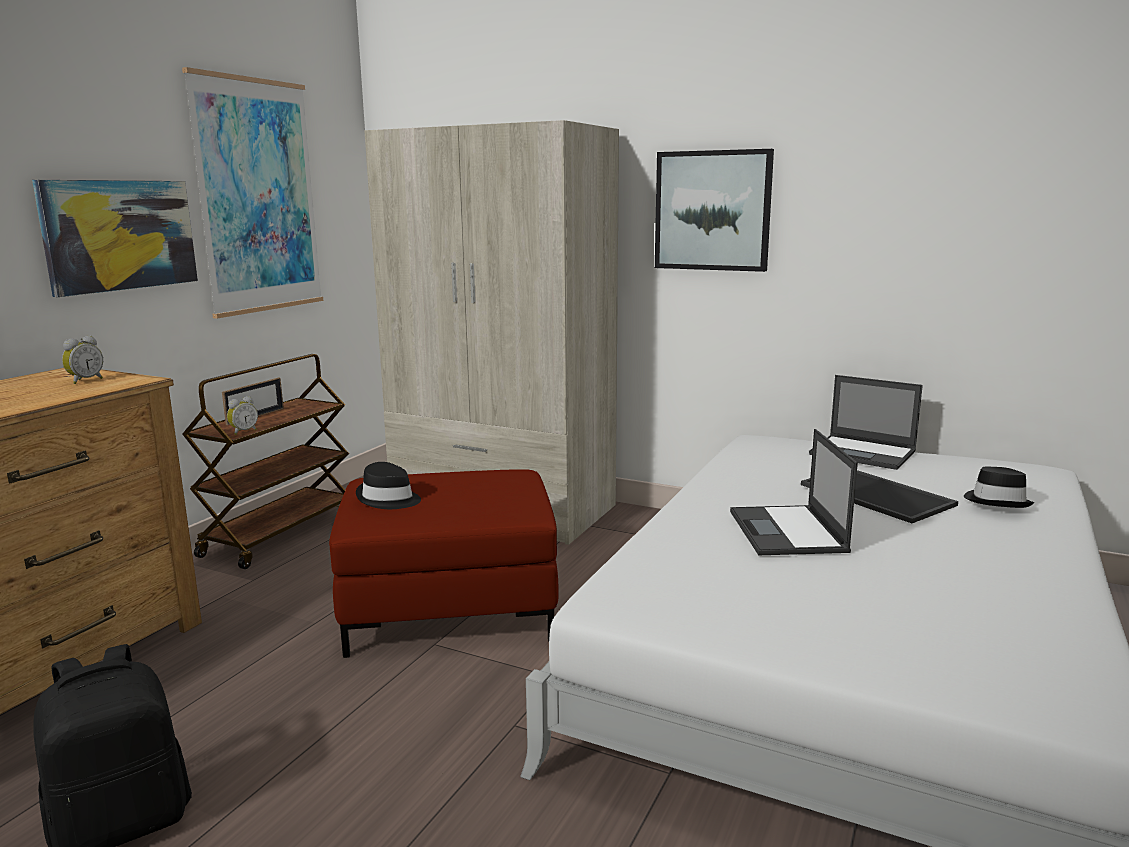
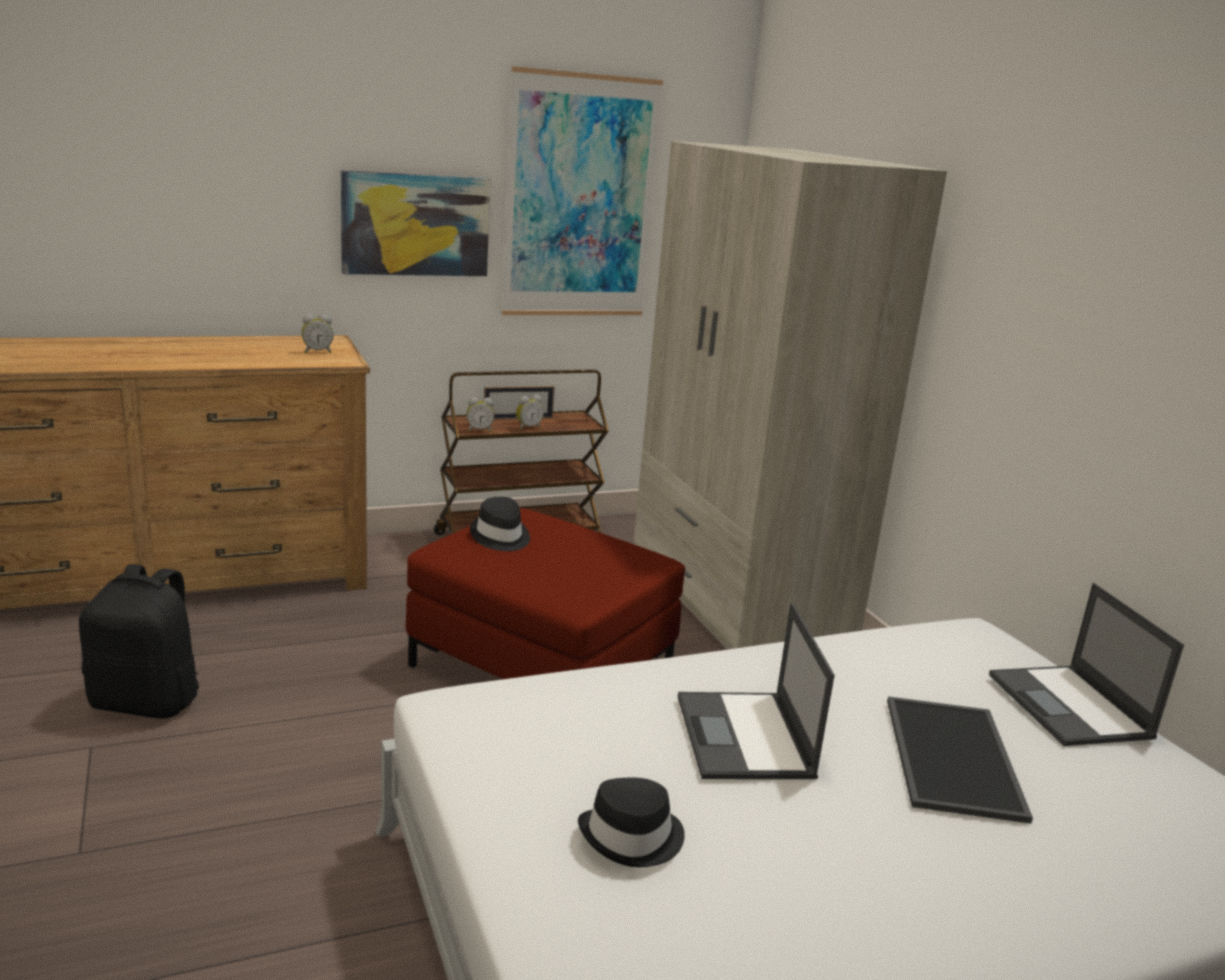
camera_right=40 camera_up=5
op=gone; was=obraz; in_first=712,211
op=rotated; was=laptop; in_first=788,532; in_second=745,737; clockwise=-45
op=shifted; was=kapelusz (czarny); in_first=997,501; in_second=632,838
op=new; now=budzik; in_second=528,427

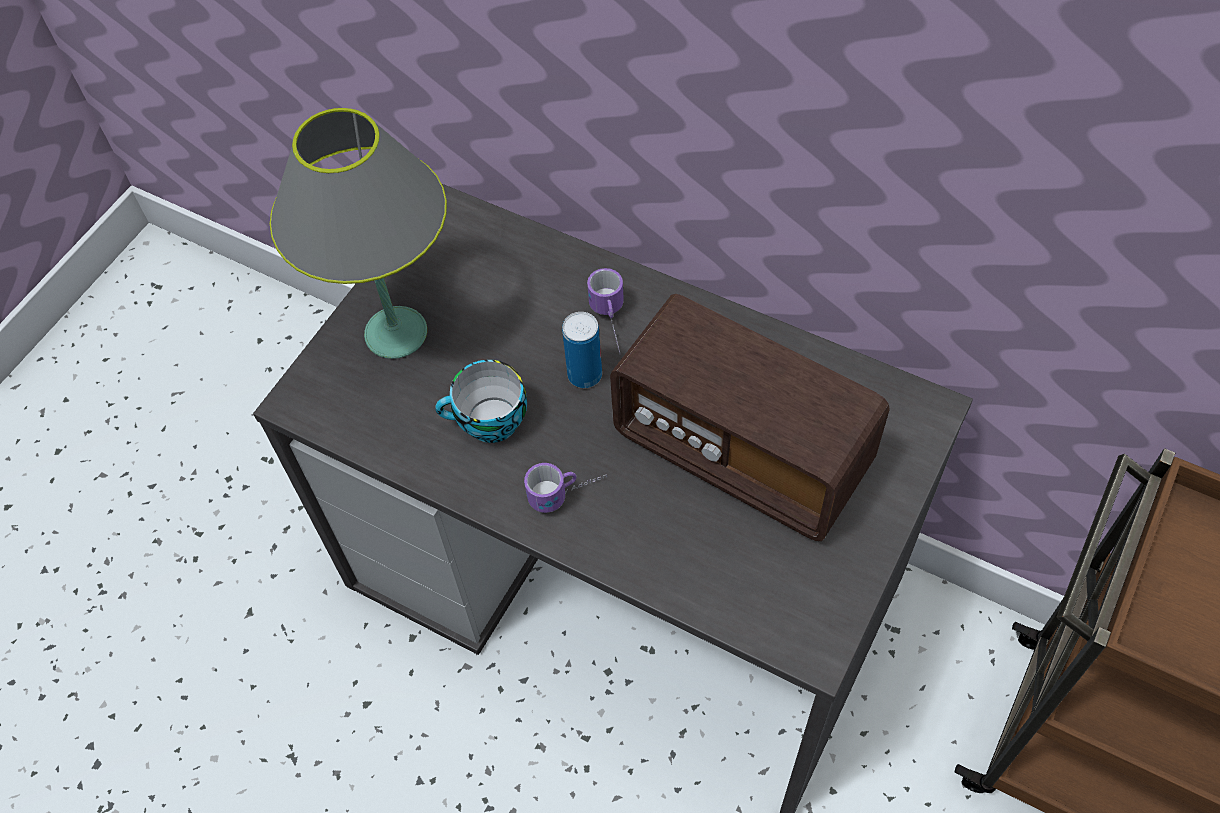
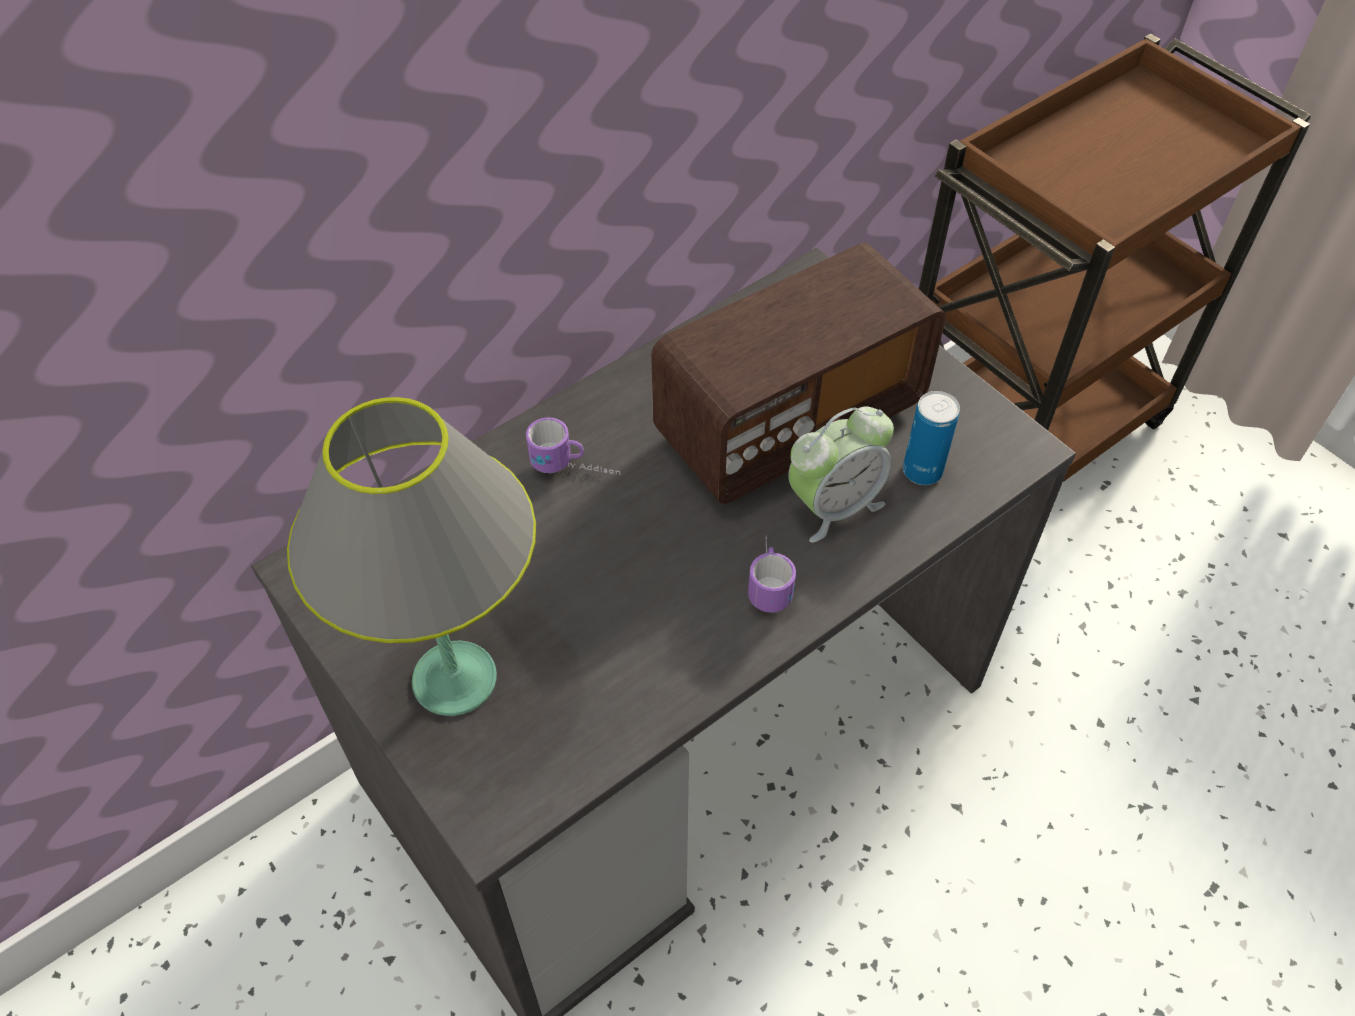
camera_right=-70 camera_up=-5
op=shifted; was=puszka; in_first=585,375; in_second=922,471
op=gone; was=filiżanka; in_first=489,423
op=new; now=budzik; in_second=834,506

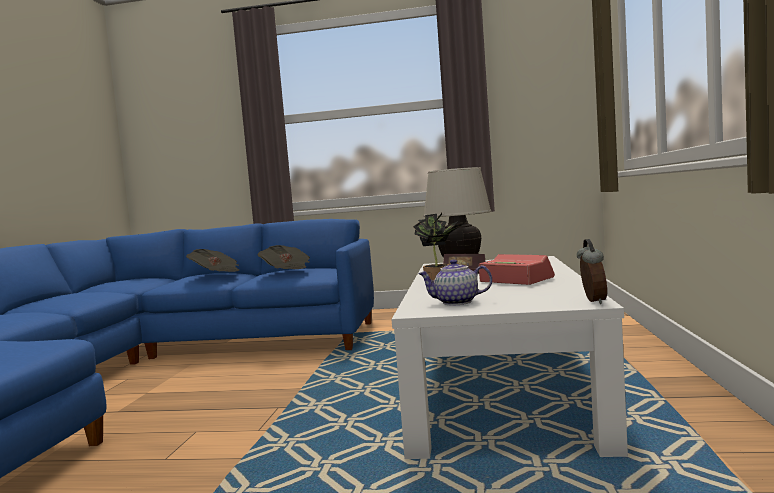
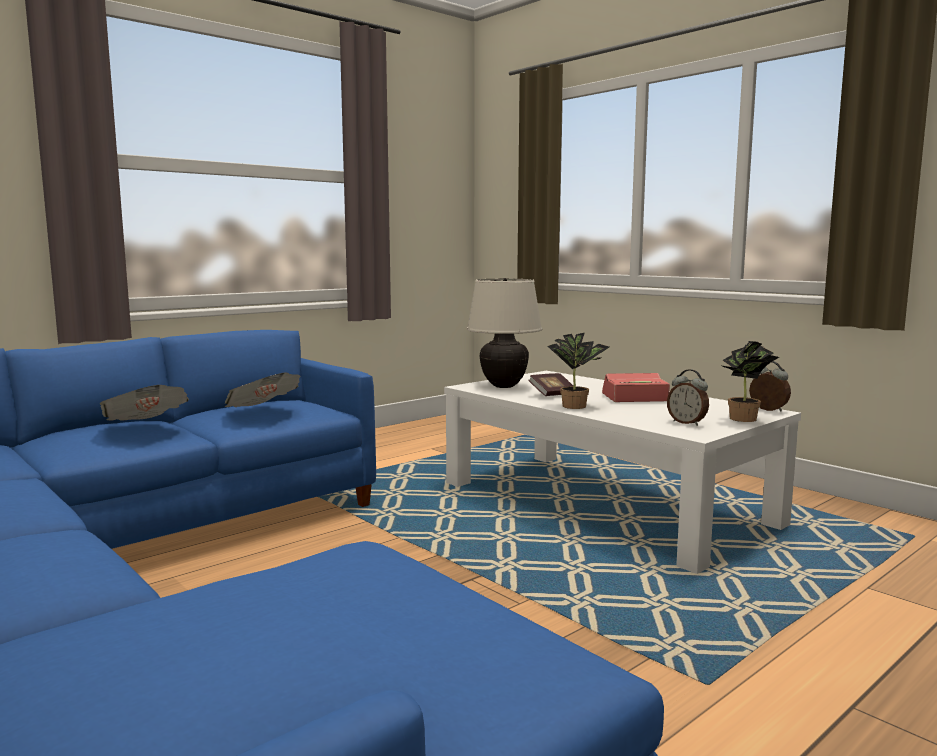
camera_right=-50 camera_up=5
op=swapped; was=imbryk; now=budzik; in_first=456,302; in_second=687,423
op=new; now=roślina doniczkowa; in_second=745,420

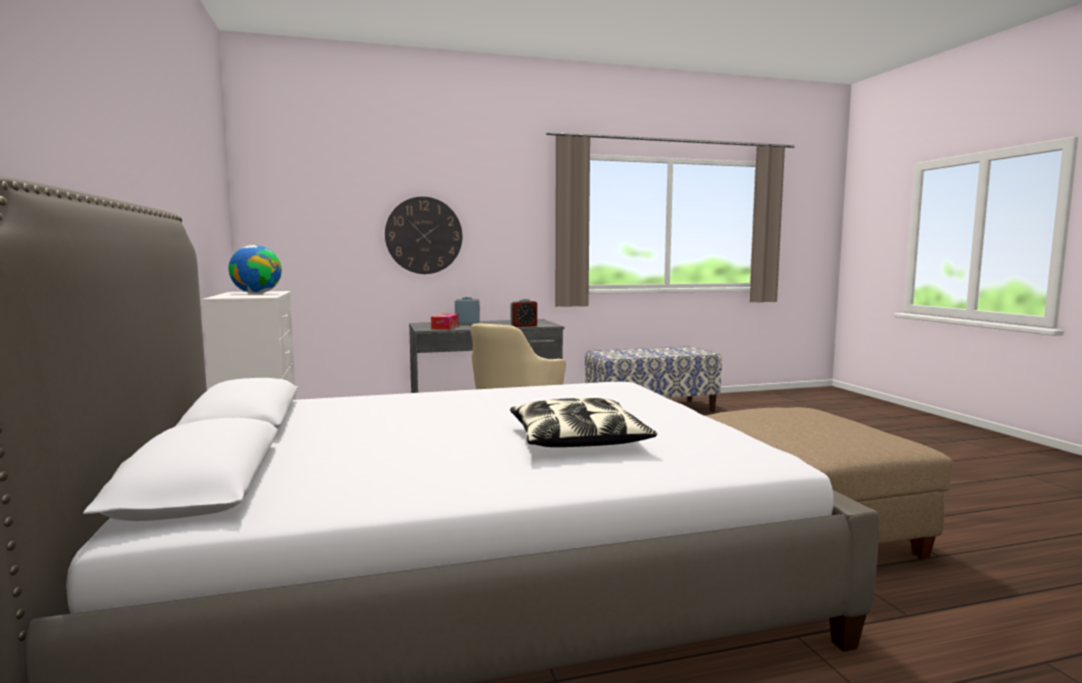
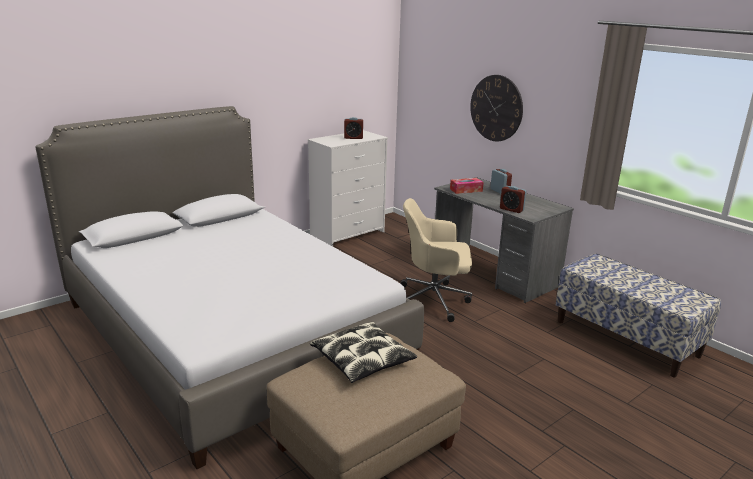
camera_right=65 camera_up=15
op=swapped; was=globus; now=budzik; in_first=257,293; in_second=353,138
op=shifted; was=poduszka; in_first=577,439; in_second=362,360

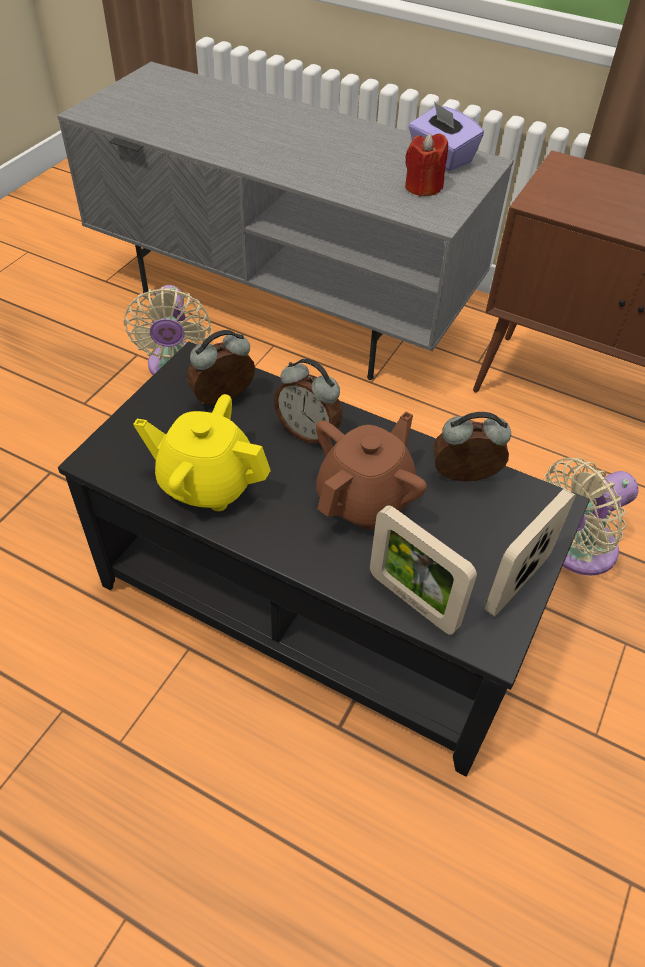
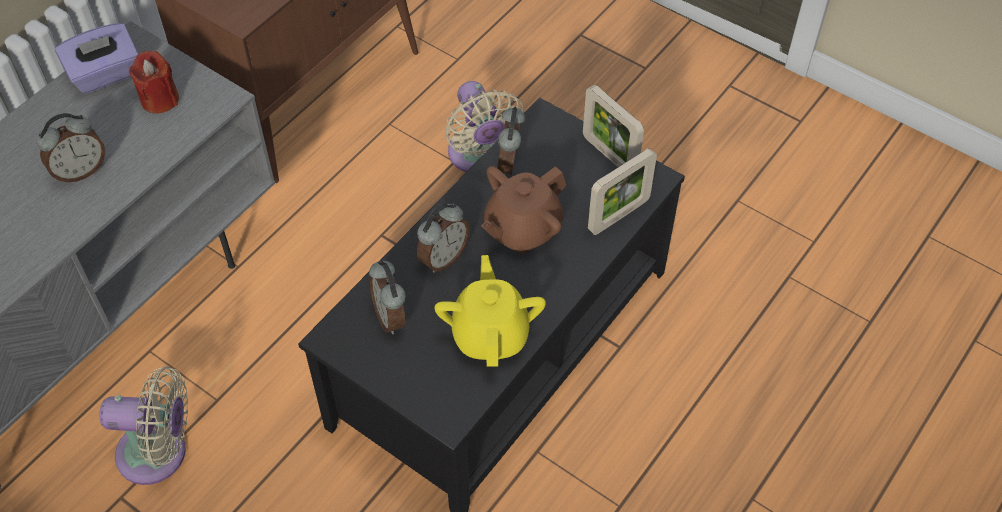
camera_right=-80 camera_up=5
op=rotated; was=imbryk (żółty); in_first=207,483; in_second=490,334; clockwise=150
op=rotated; was=imbryk (brązowy); in_first=365,498; in_second=522,229; clockwise=-90
op=new; now=budzik; in_second=80,171

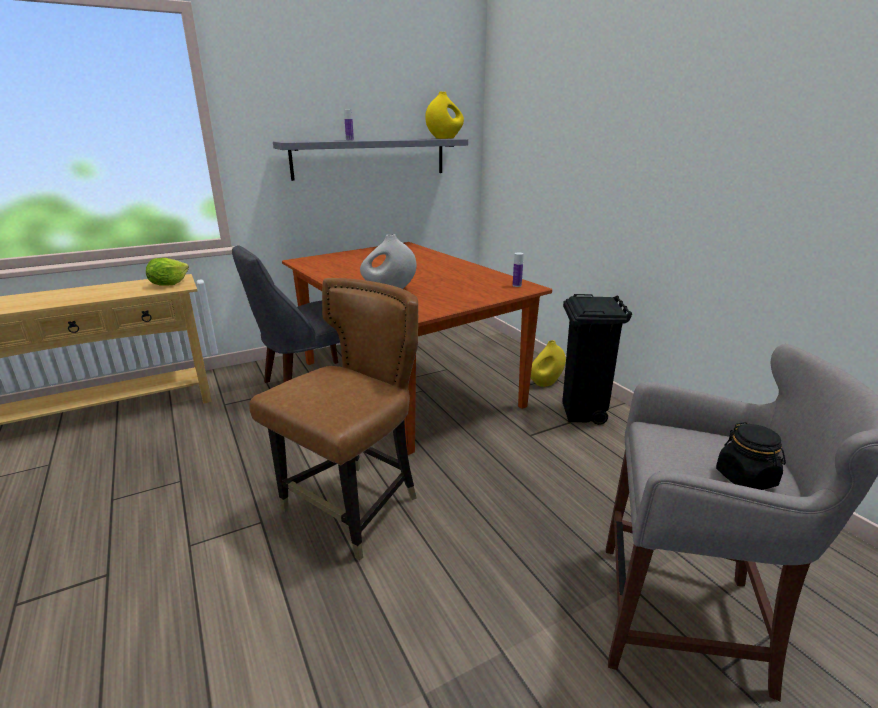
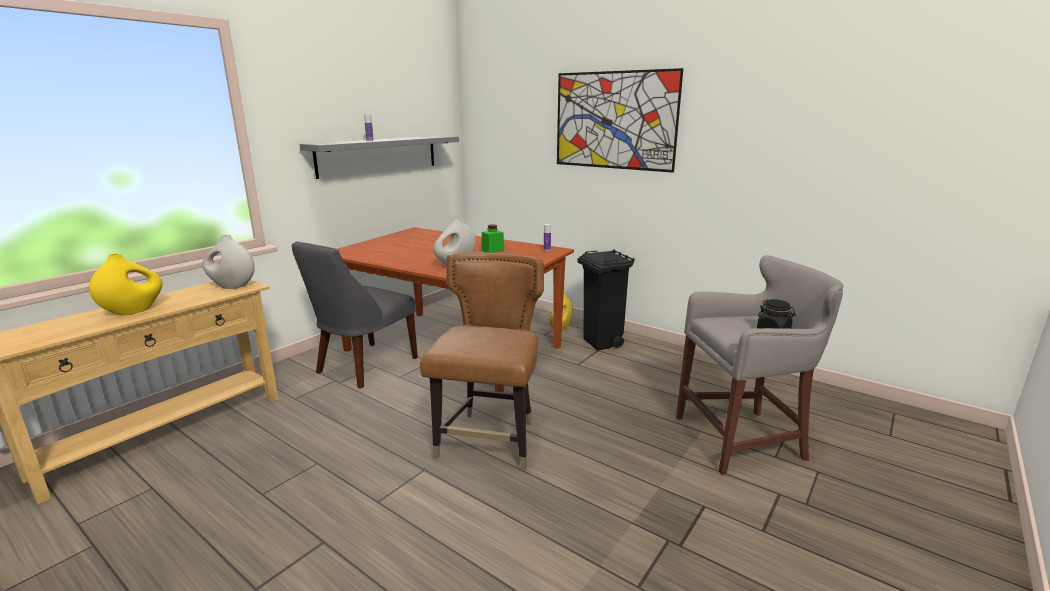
camera_right=-25 camera_up=-5
op=shifted; was=wazon (żółty); in_first=444,138; in_second=134,311
op=swapped; was=sałata; now=wazon (biały); in_first=168,284; in_second=232,286
op=new; now=obraz; in_second=614,120
op=new; now=słoik (zielony); in_second=492,250

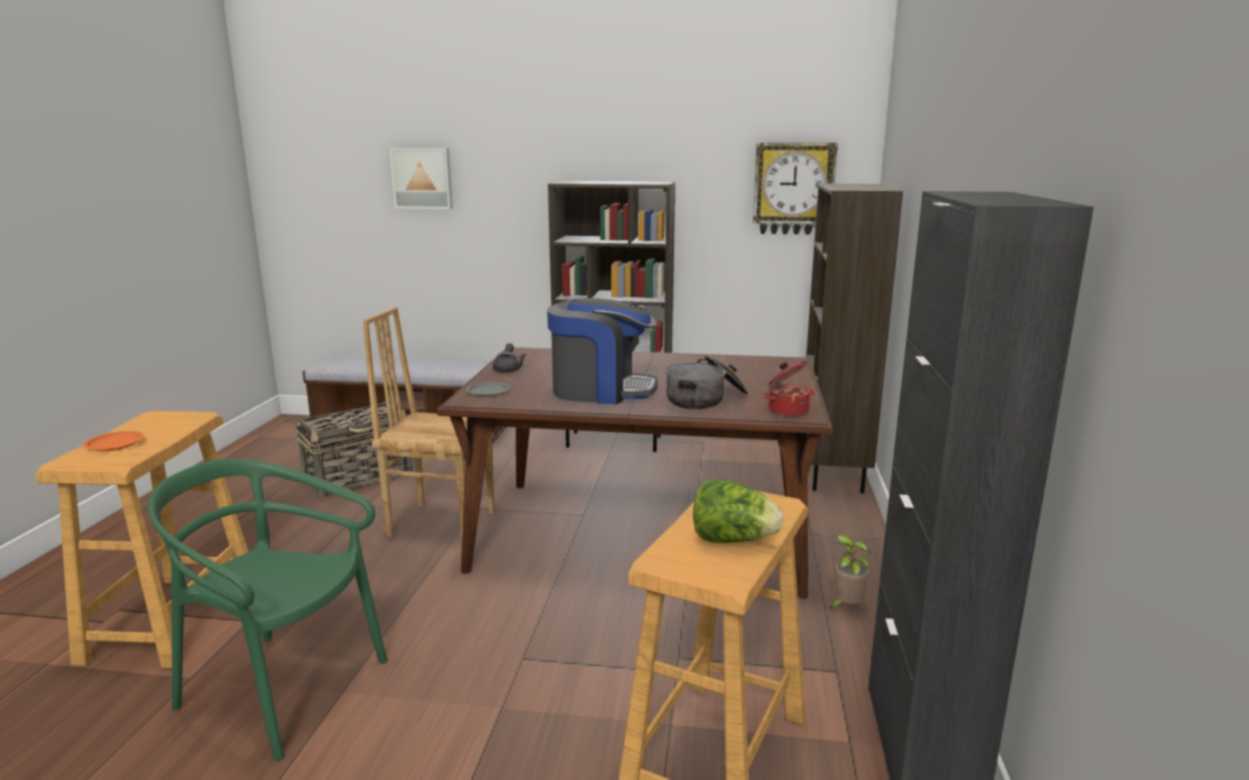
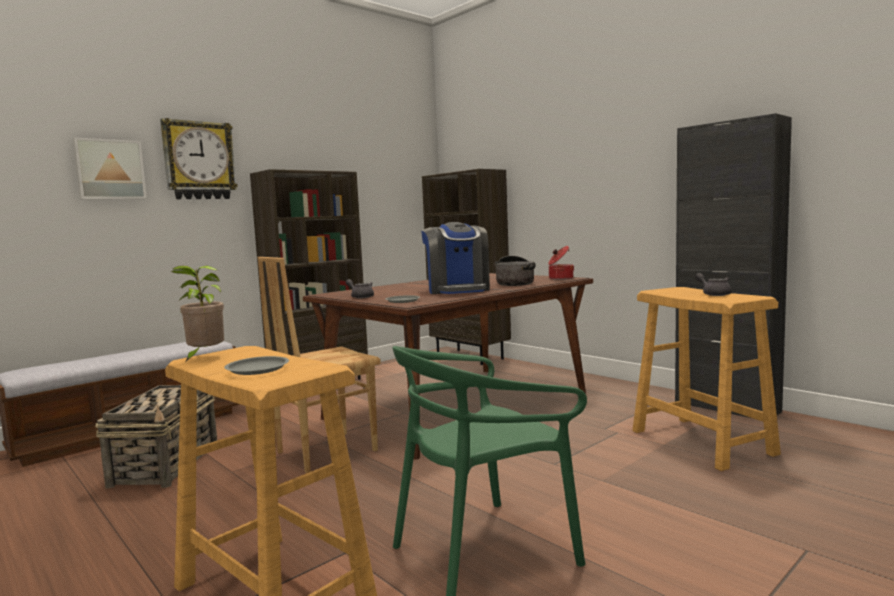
camera_right=-50 camera_up=-10
op=shifted; was=zegar ścienny; in_first=793,189; in_second=199,161
op=rotated; was=ekspres do kawy; in_first=601,390; in_second=457,290; clockwise=120
op=repainted; was=talerz (pomarańczowy); now=talerz (szary); in_first=114,444; in_second=257,369
op=swapped; was=sałata; now=imbryk (szary); in_first=732,540; in_second=714,294
op=shifted; was=roślina doniczkowa; in_first=846,607; in_second=204,357

